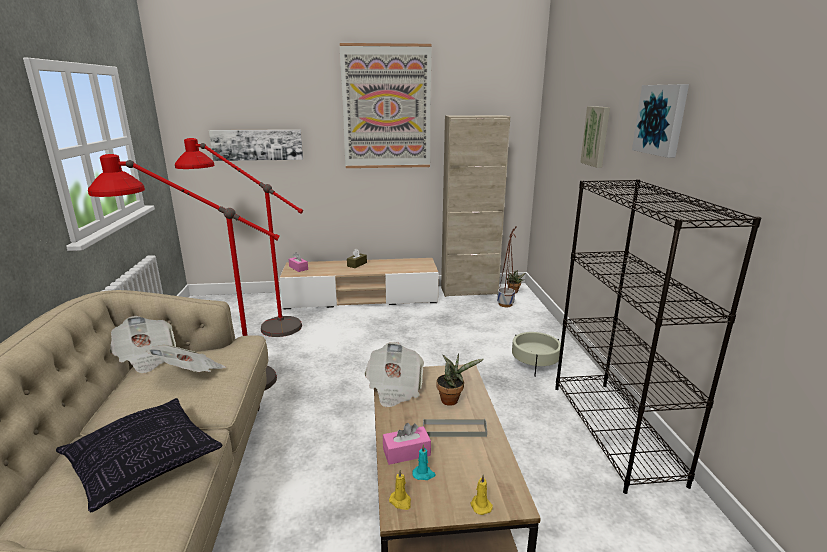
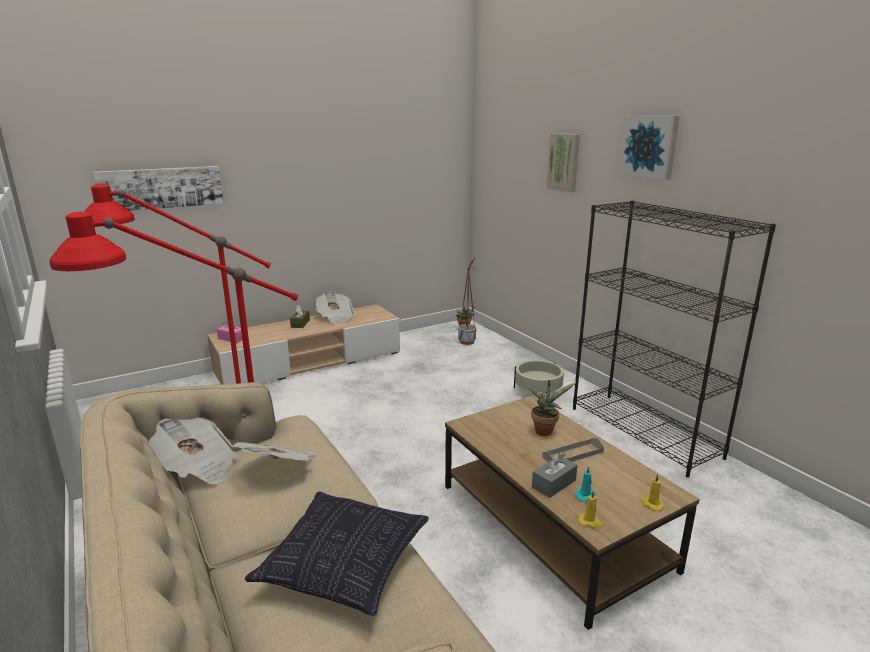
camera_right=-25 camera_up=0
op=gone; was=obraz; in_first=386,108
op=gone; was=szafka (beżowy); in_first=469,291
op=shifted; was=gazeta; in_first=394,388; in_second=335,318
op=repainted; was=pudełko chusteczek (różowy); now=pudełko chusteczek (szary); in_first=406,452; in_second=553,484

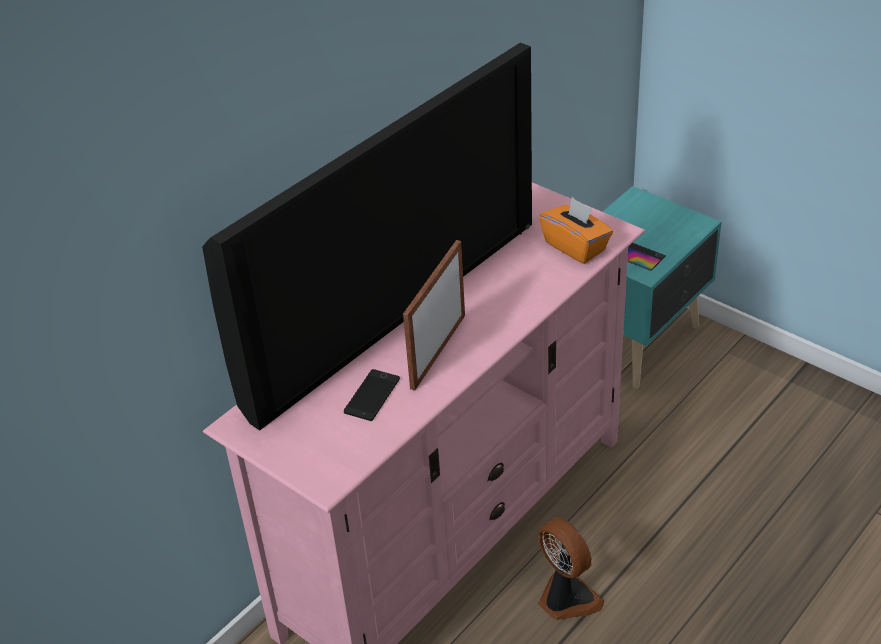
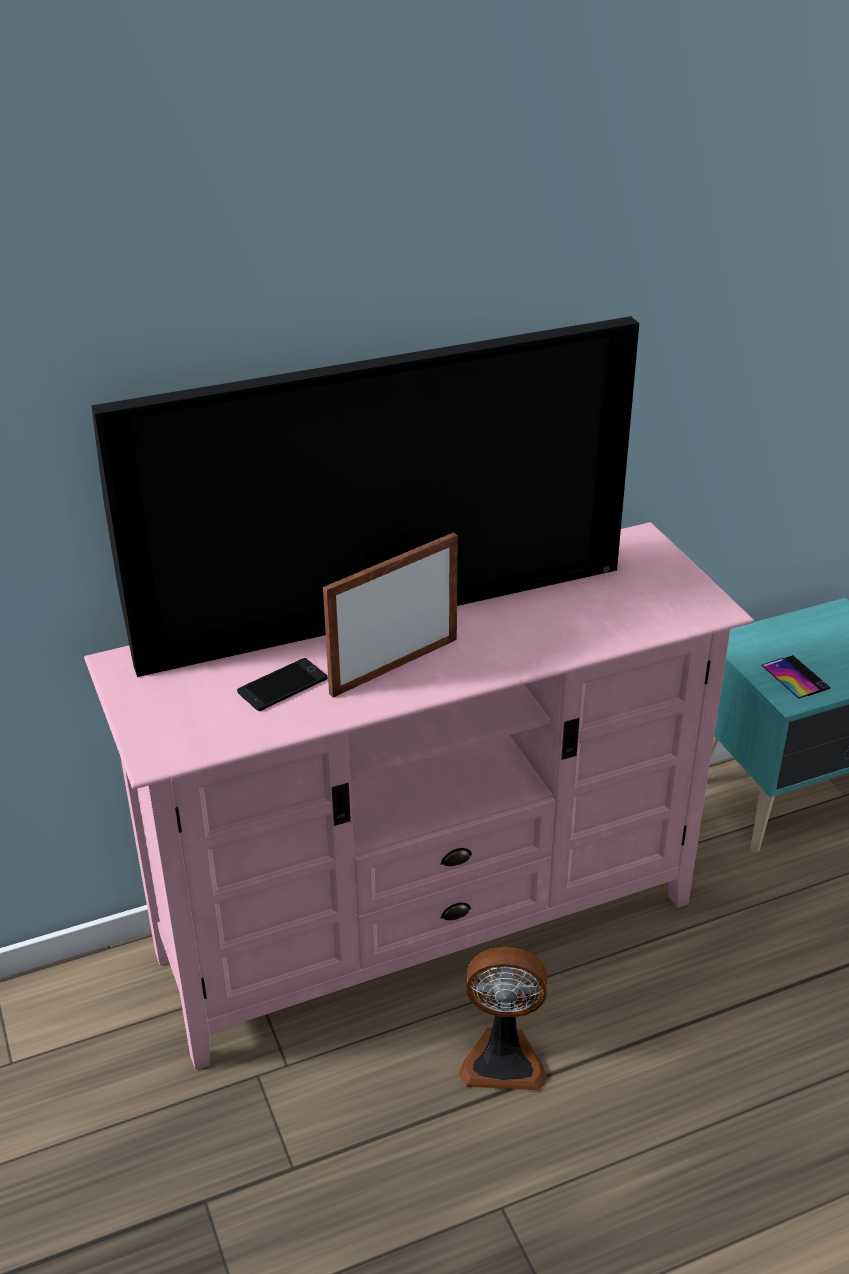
camera_right=25 camera_up=-5
op=gone; was=pudełko chusteczek (pomarańczowy); in_first=576,246
op=rotated; was=wentylator; in_first=566,599; in_second=503,1058; clockwise=105

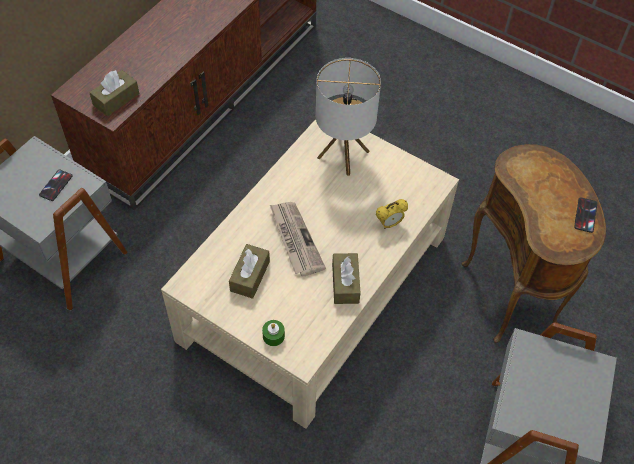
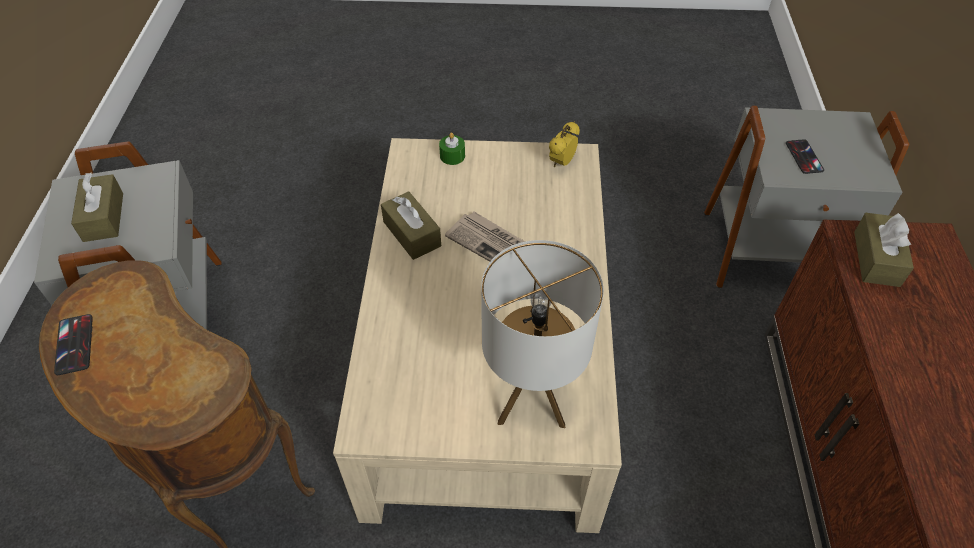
camera_right=150 camera_up=-5
op=shifted; was=budzik; in_first=389,224; in_second=561,162
op=shifted; was=pudełko chusteczek (brązowy); in_first=250,276; in_second=103,217

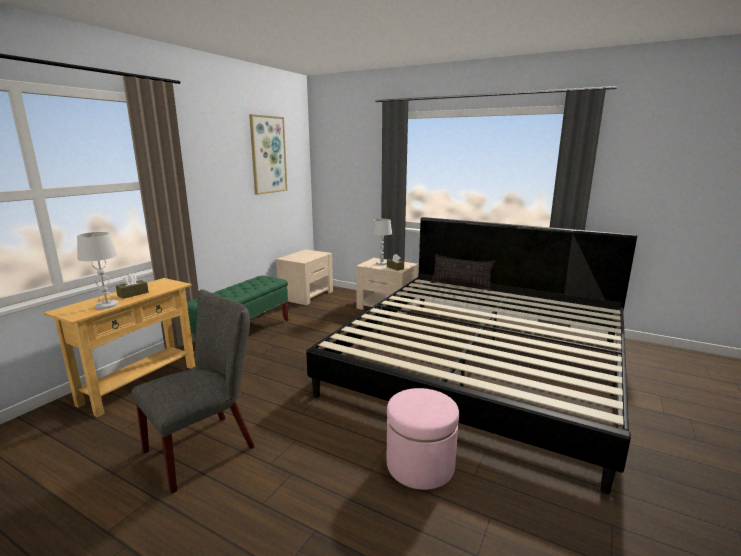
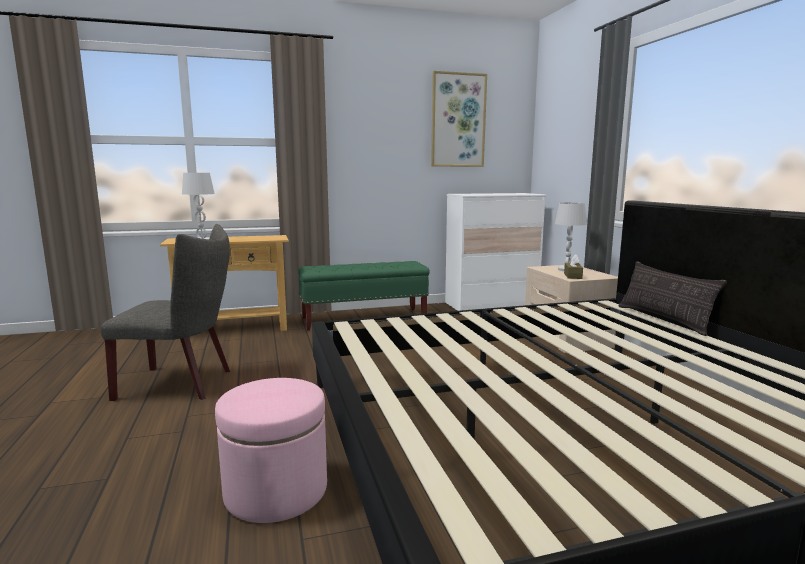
camera_right=45 camera_up=-5
op=swapped; was=szafka nocna (beżowy); now=komoda (biały); in_first=306,295; in_second=491,305
op=gone; was=pudełko chusteczek (brązowy); in_first=133,294

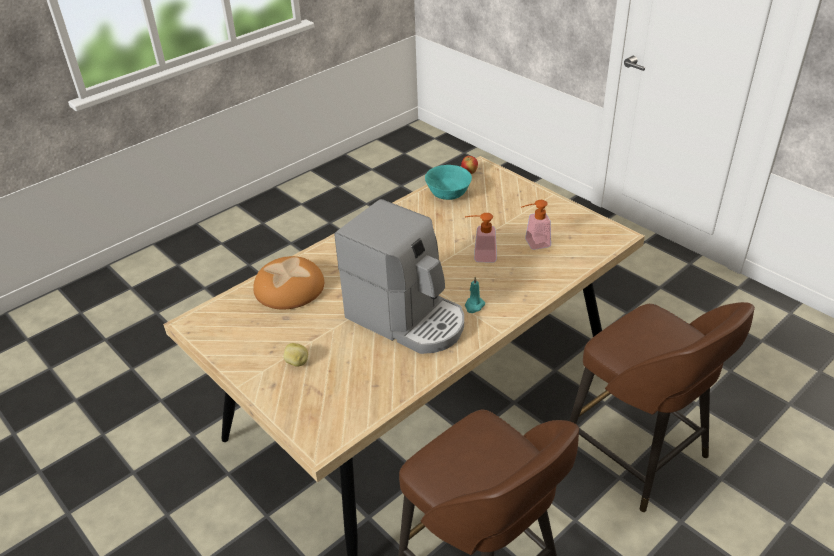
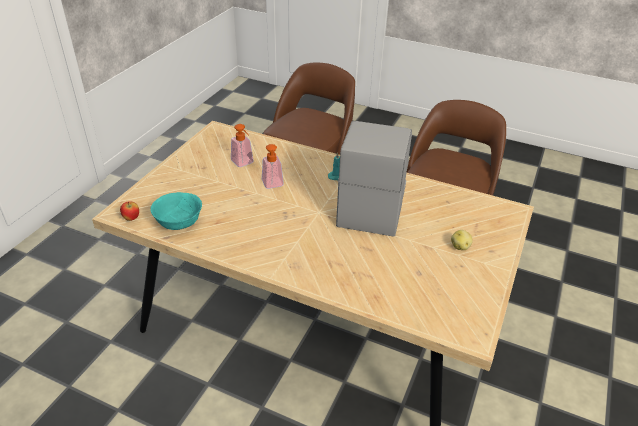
camera_right=-115 camera_up=0
op=gone; was=chleb; in_first=290,287

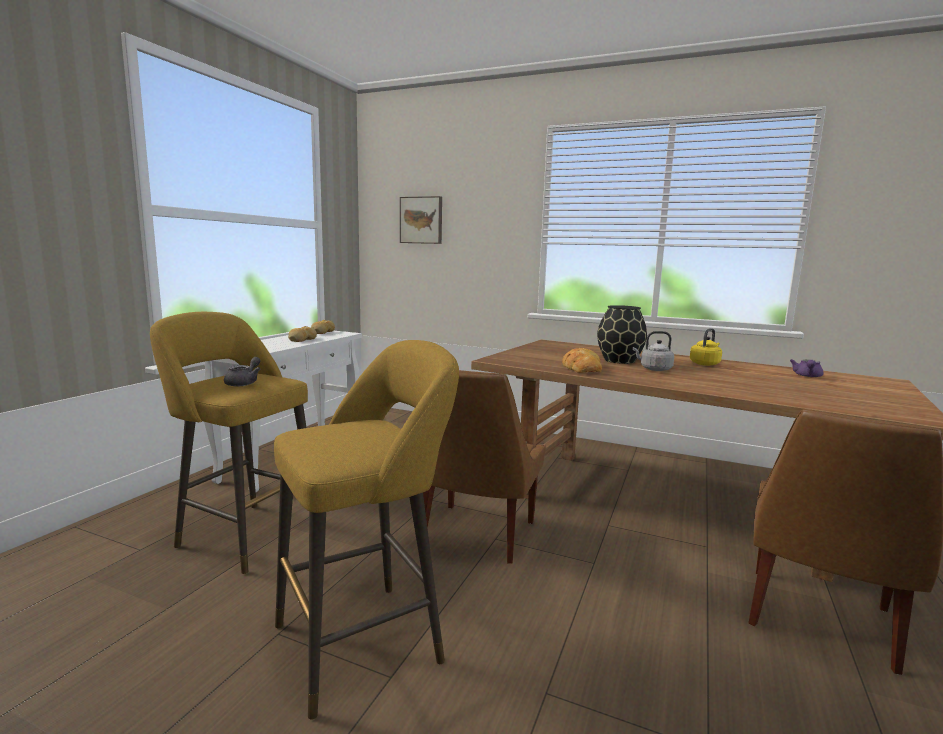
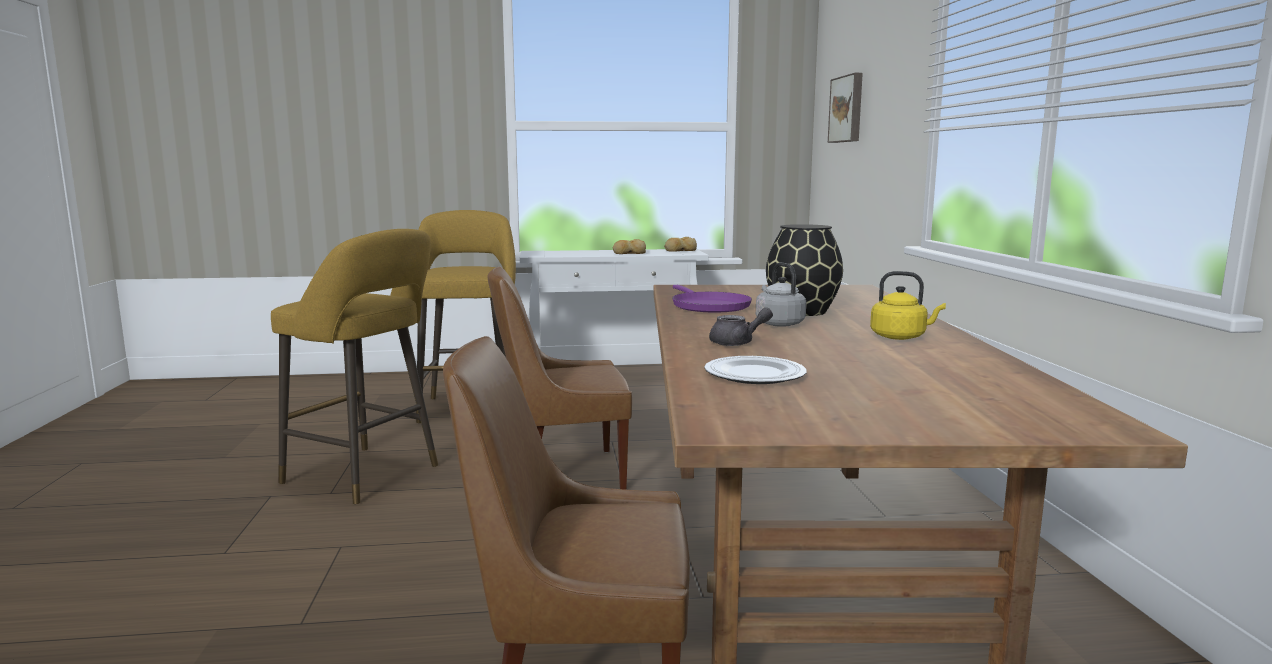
camera_right=60 camera_up=0
op=swapped; was=chleb; now=patelnia (fioletowy); in_first=581,367; in_second=708,306
op=shifted; was=imbryk (szary); in_first=244,383; in_second=738,343
op=gone; was=imbryk (fioletowy); in_first=807,376
op=new; now=talerz; in_second=756,374

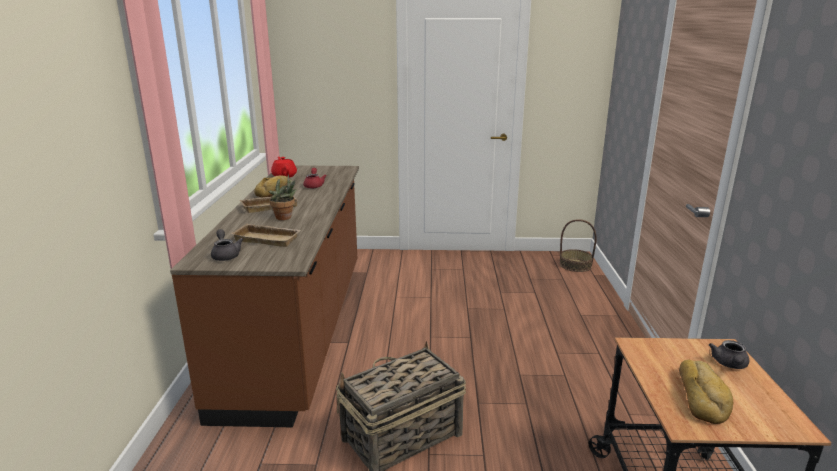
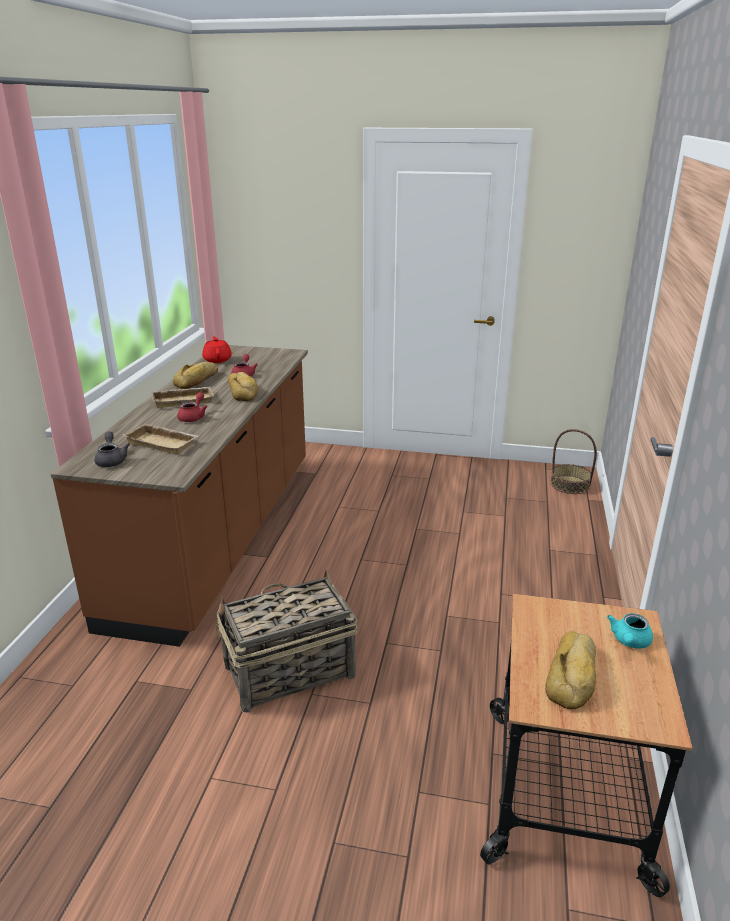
camera_right=10 camera_up=5
op=swapped; was=roślina doniczkowa; now=imbryk (czerwony); in_first=285,218; in_second=193,417
op=repainted; was=imbryk (szary); now=imbryk (turkusowy); in_first=729,365; in_second=629,642
op=new; now=chleb; in_second=243,391

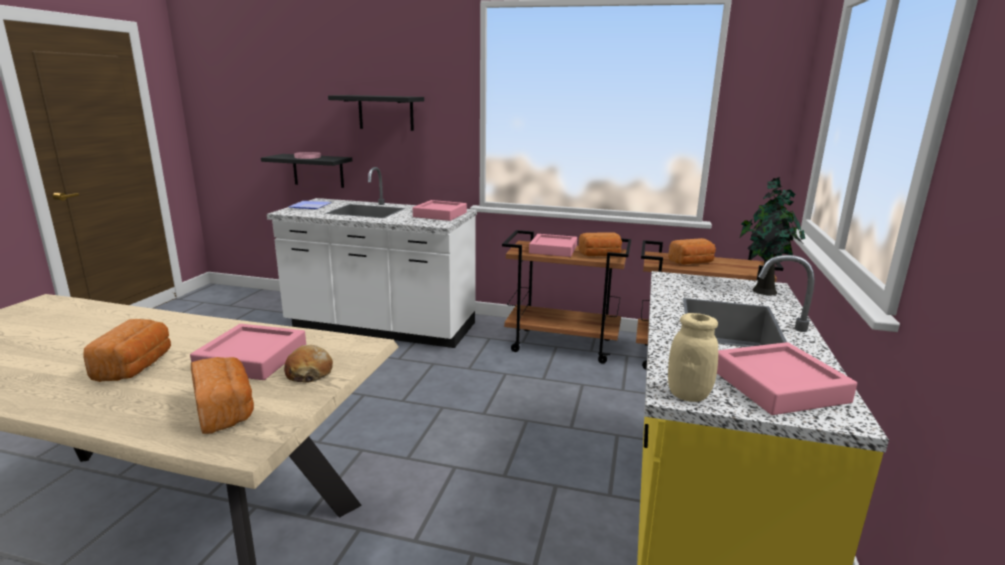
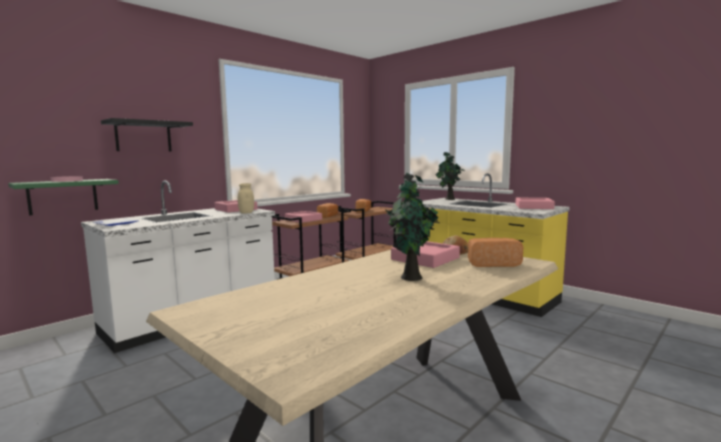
camera_right=-60 camera_up=-10
op=repainted; was=półka (czarny); now=półka (zielony); in_first=318,170; in_second=63,196
op=shifted; was=słoik (beżowy); in_first=688,395; in_second=246,212
op=swapped; was=chleb; now=roślina doniczkowa; in_first=136,366; in_second=412,278

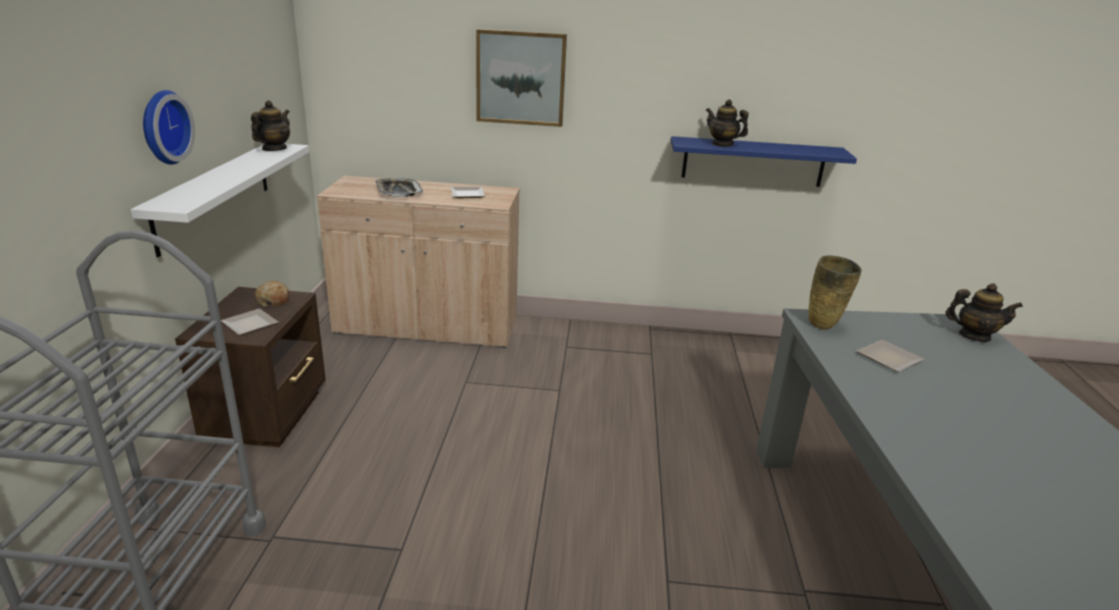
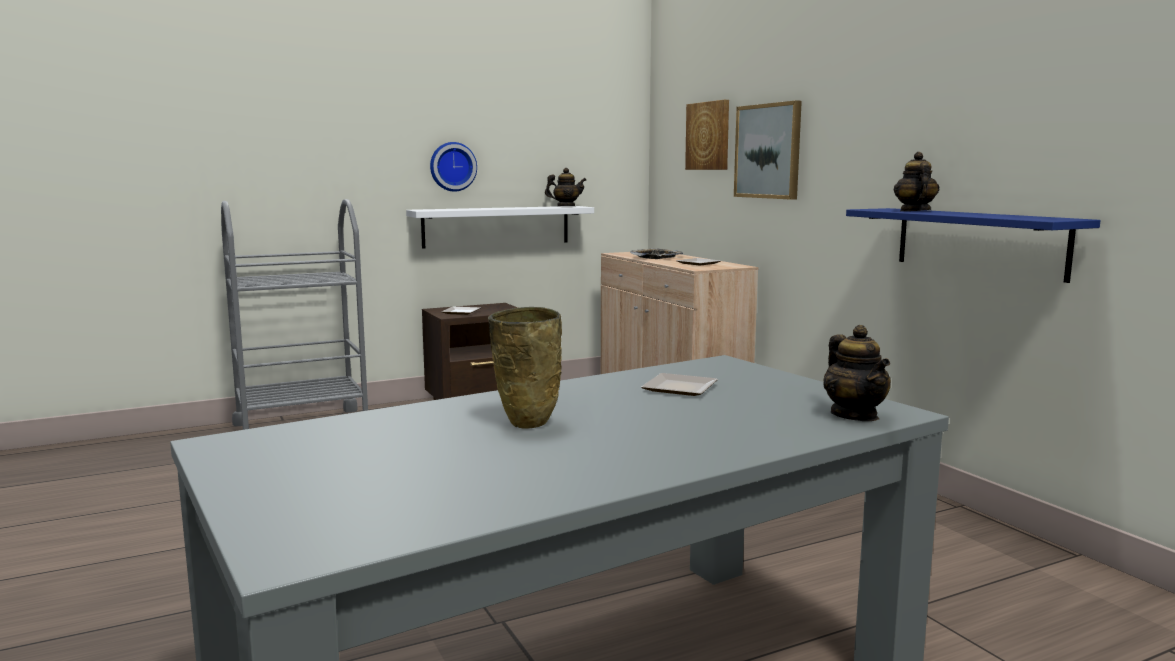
camera_right=60 camera_up=-15
op=shifted; was=wazon (beżowy); in_first=823,326; in_second=525,425
op=gone; was=chleb; in_first=273,300
op=new; now=obraz; in_second=708,136

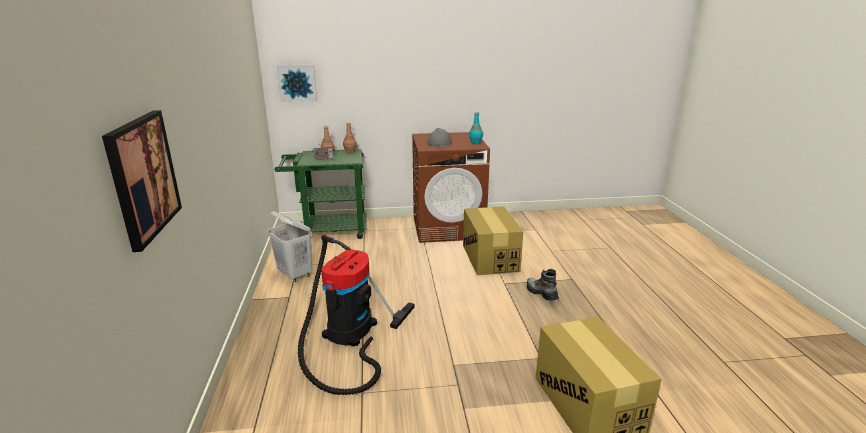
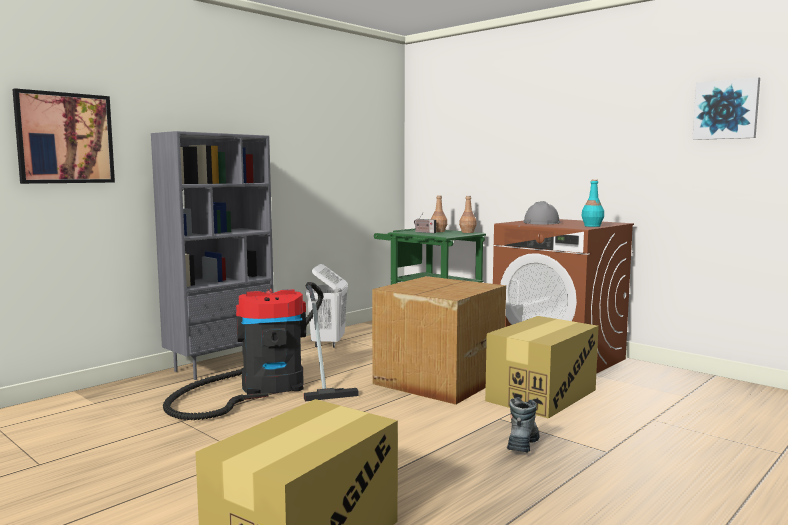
camera_right=50 camera_up=-15
op=shifted; was=obraz; in_first=297,83; in_second=726,110
op=new; now=regał (szary); in_second=221,365
op=new; now=karton; in_second=437,380

